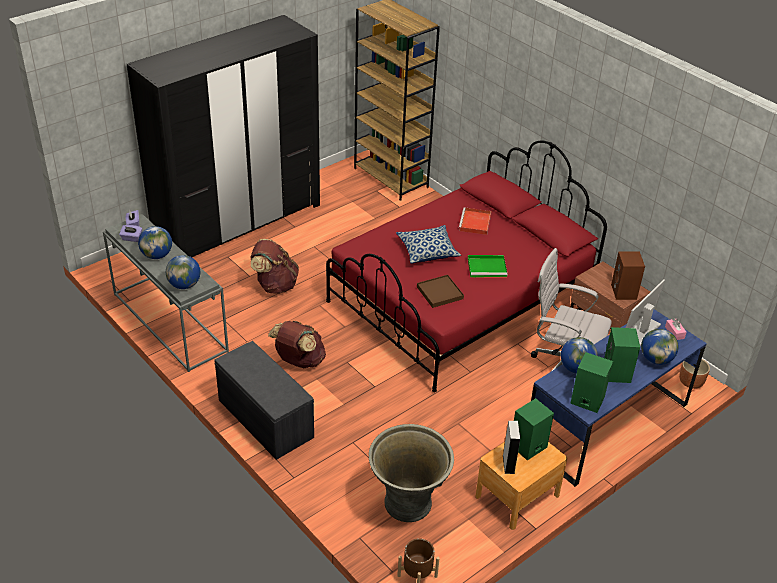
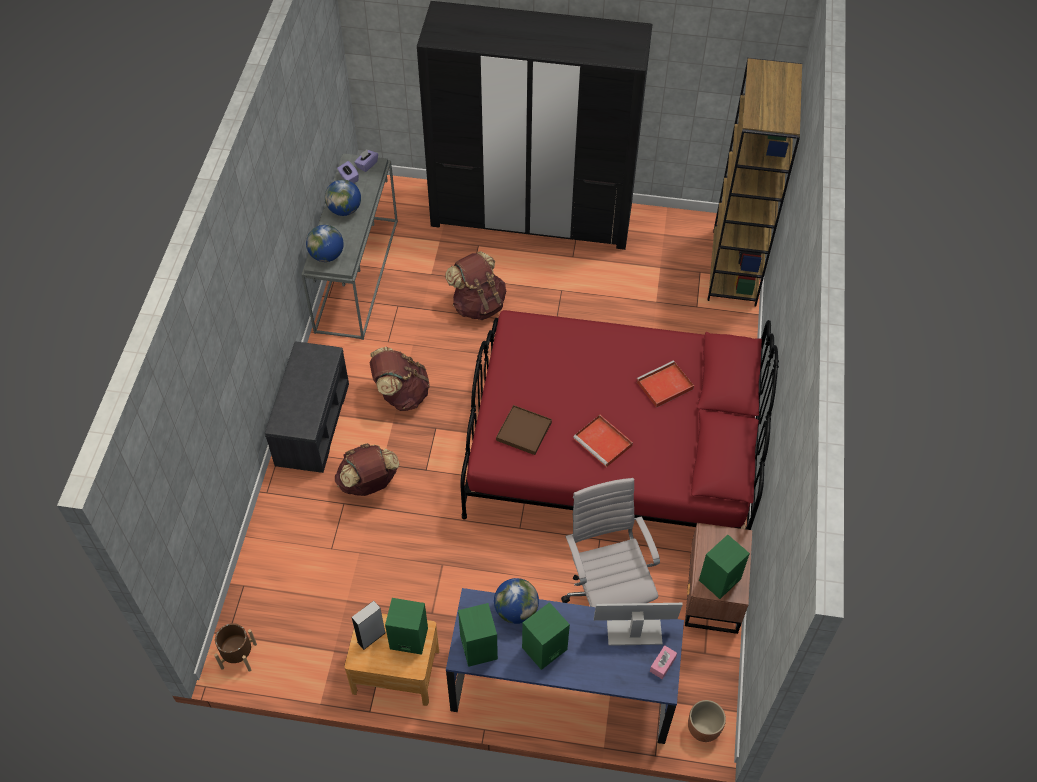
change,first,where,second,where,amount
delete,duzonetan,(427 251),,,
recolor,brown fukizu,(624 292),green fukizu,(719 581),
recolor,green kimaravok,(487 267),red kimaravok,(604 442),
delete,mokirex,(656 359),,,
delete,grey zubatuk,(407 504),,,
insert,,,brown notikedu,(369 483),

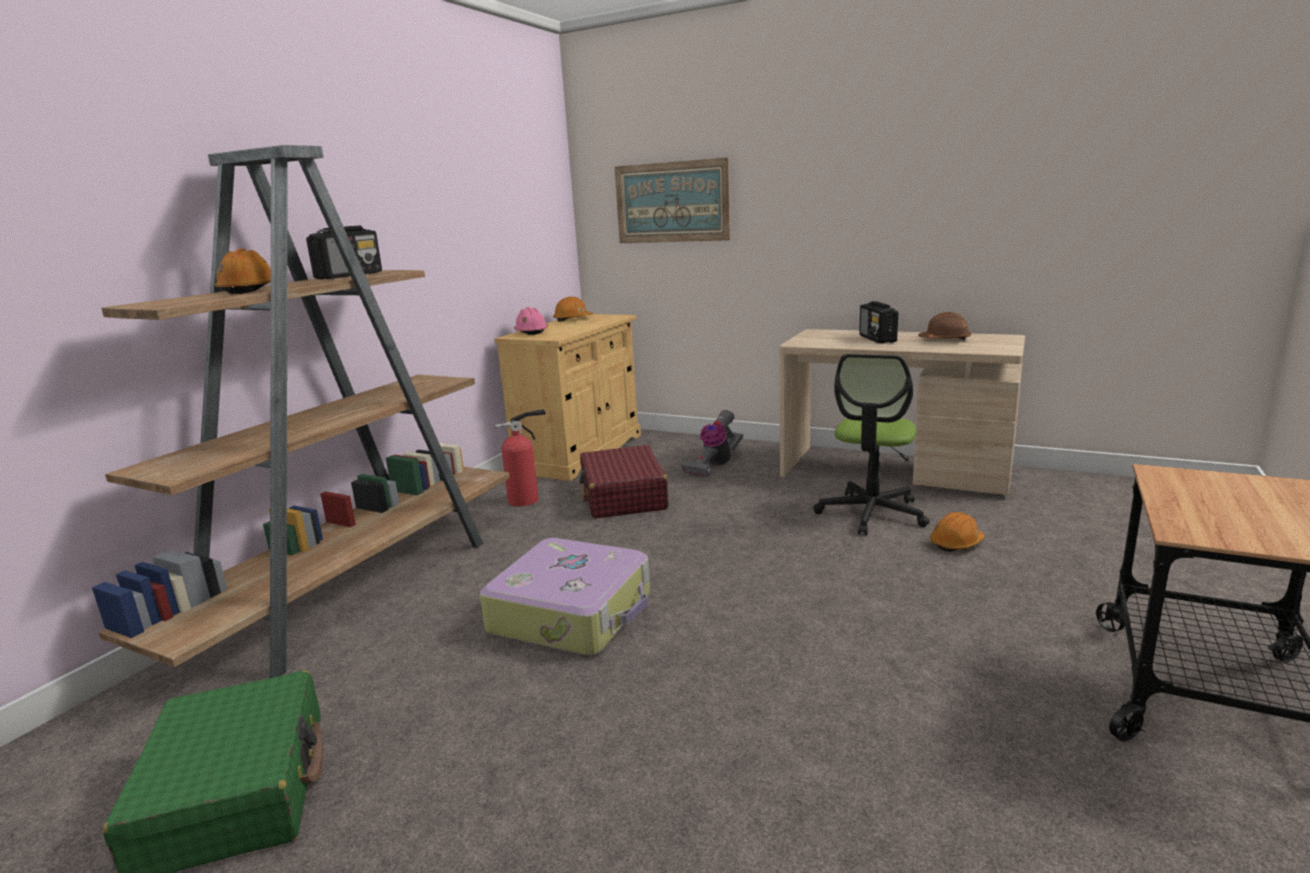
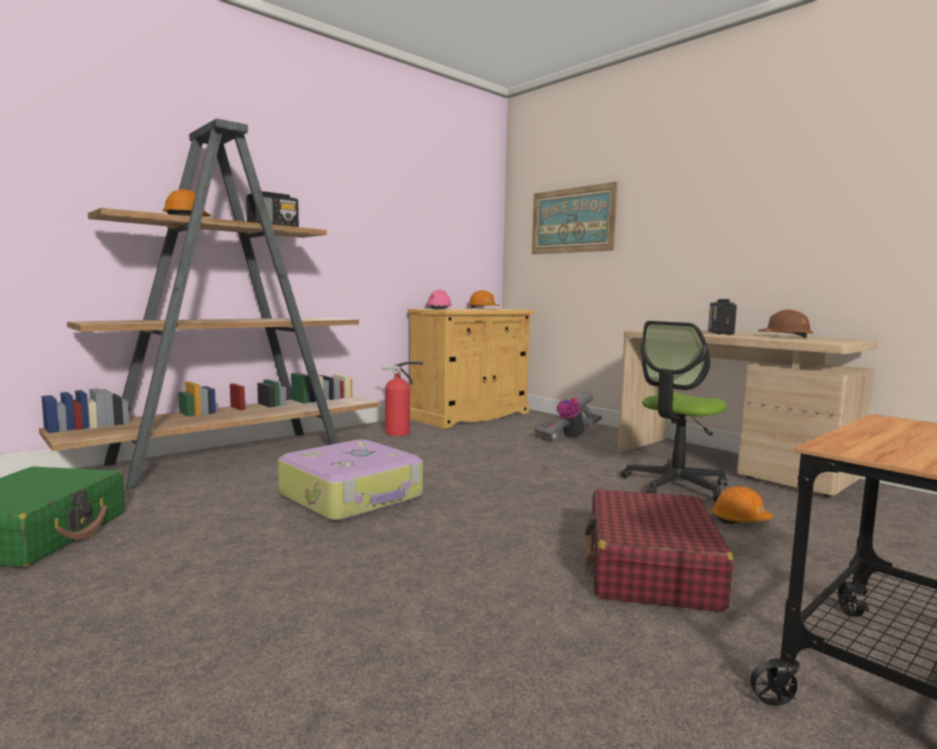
change,first,where,second,where,amount
move,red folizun,(623 496),,(650 569),

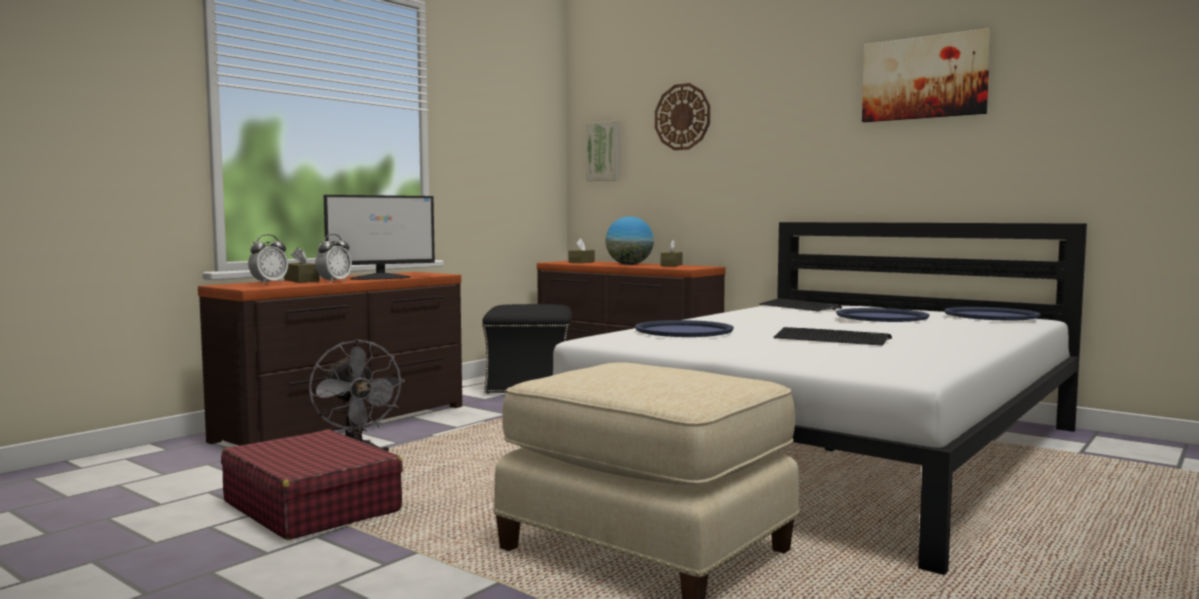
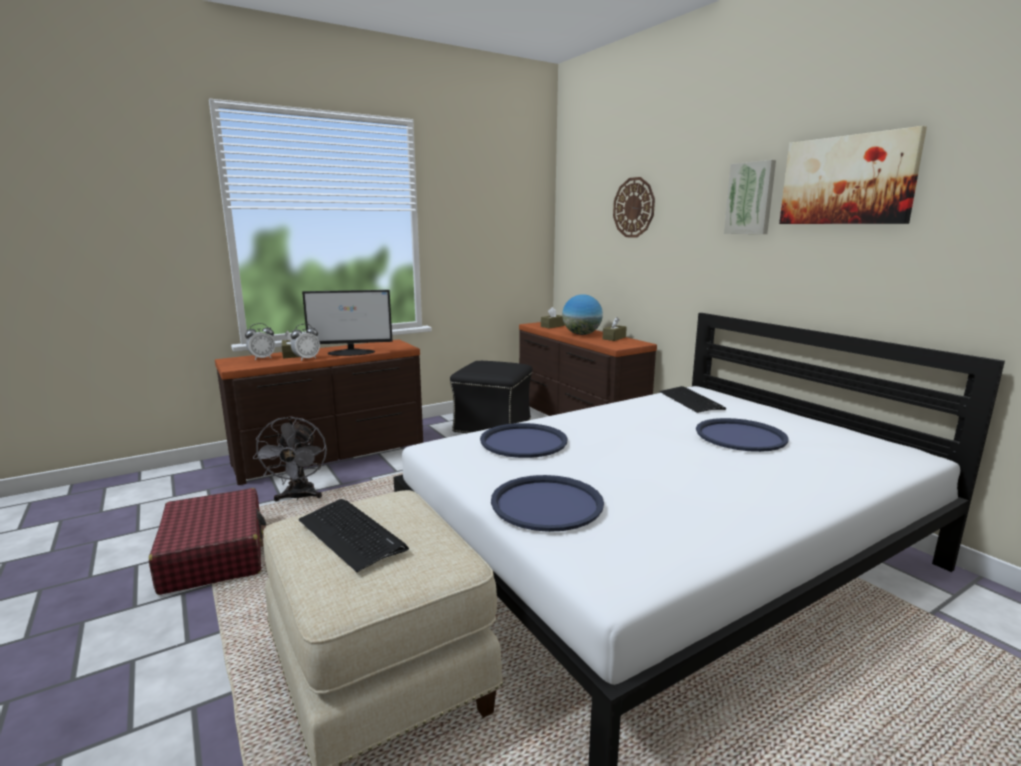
change,first,where,second,where,amount
move,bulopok,(604 151),,(750 198),
move,blue kimaravok,(991 315),,(547 504),
move,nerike,(831 339),,(351 534),

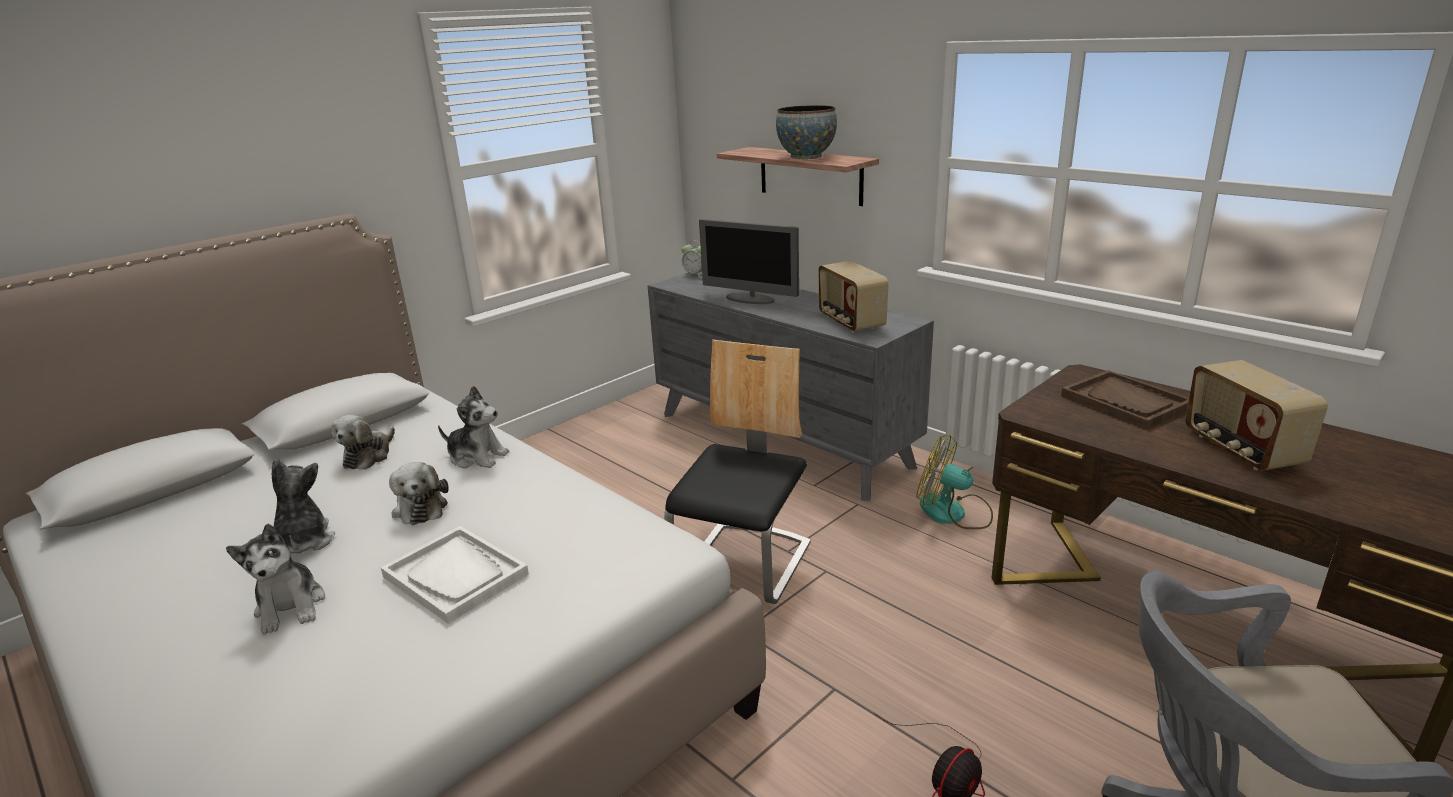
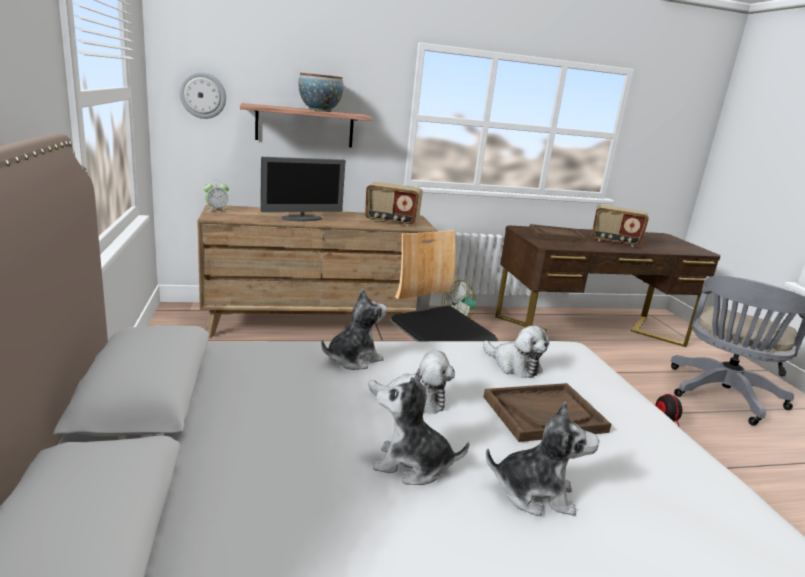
change,first,where,second,where,amount
recolor,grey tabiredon,(782 439),brown tabiredon,(316 324),
move,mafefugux,(369 455),,(514 365),
recolor,white kimaravok,(456 575),brown kimaravok,(544 414),
insert,,,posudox,(203 95),

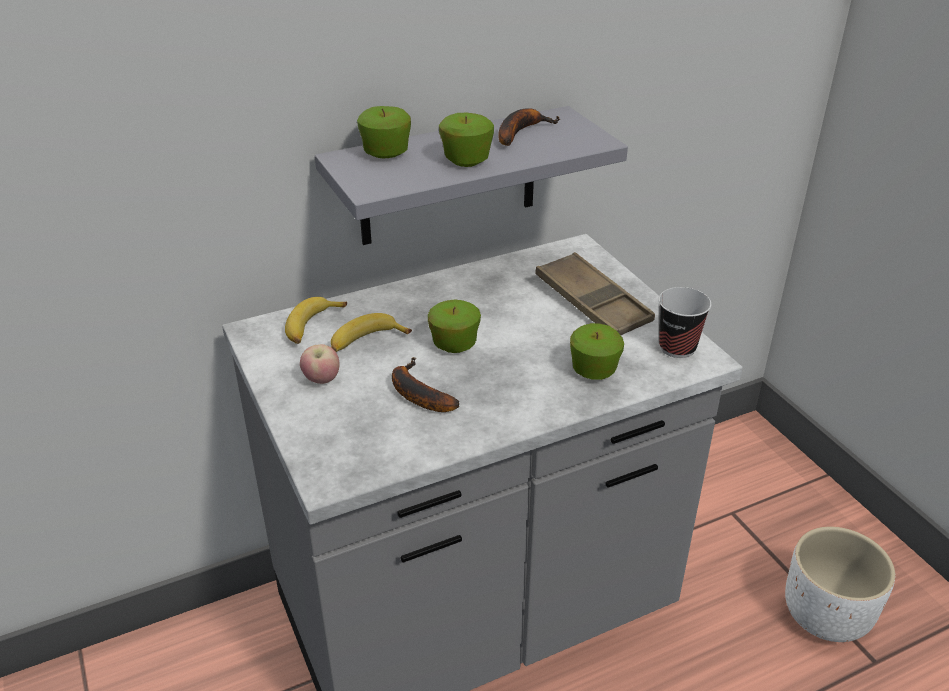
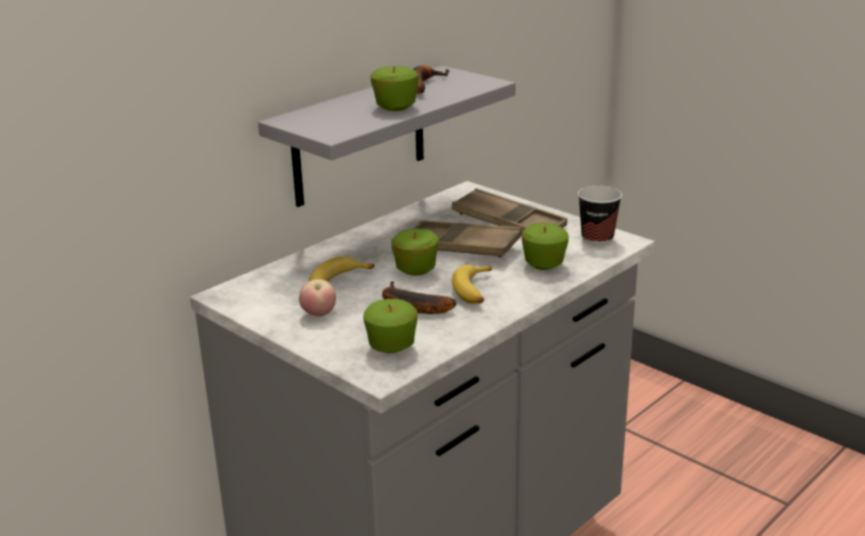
change,first,where,second,where,amount
move,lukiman,(386 153),,(391 346),
move,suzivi,(312 327),,(475 291),
delete,white zubatuk,(826 615),,,
insert,,,brown kimaravok,(460 247),

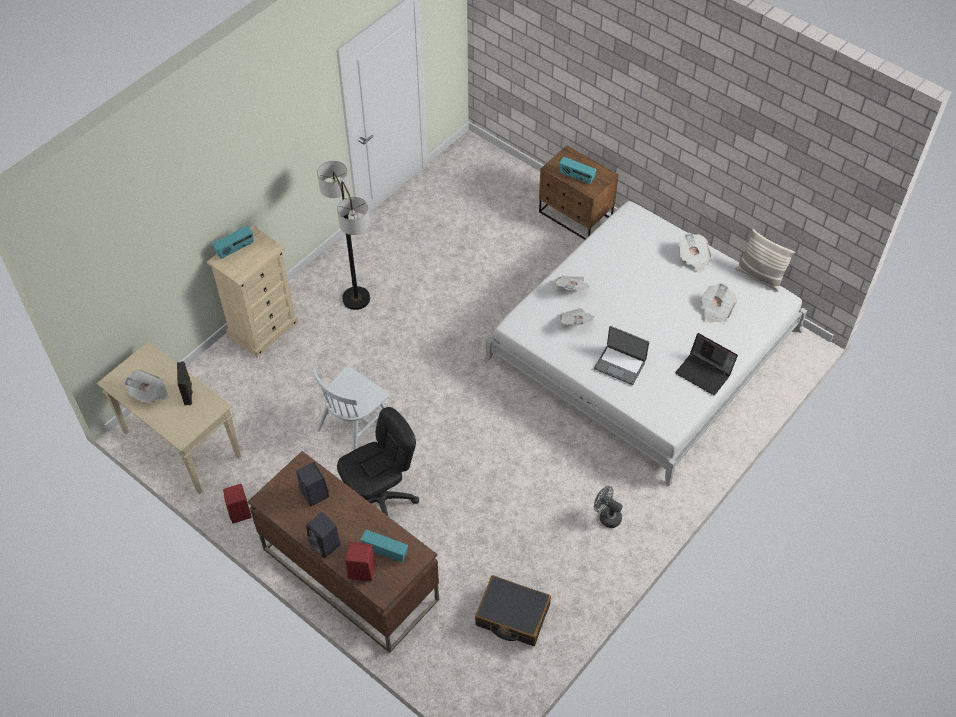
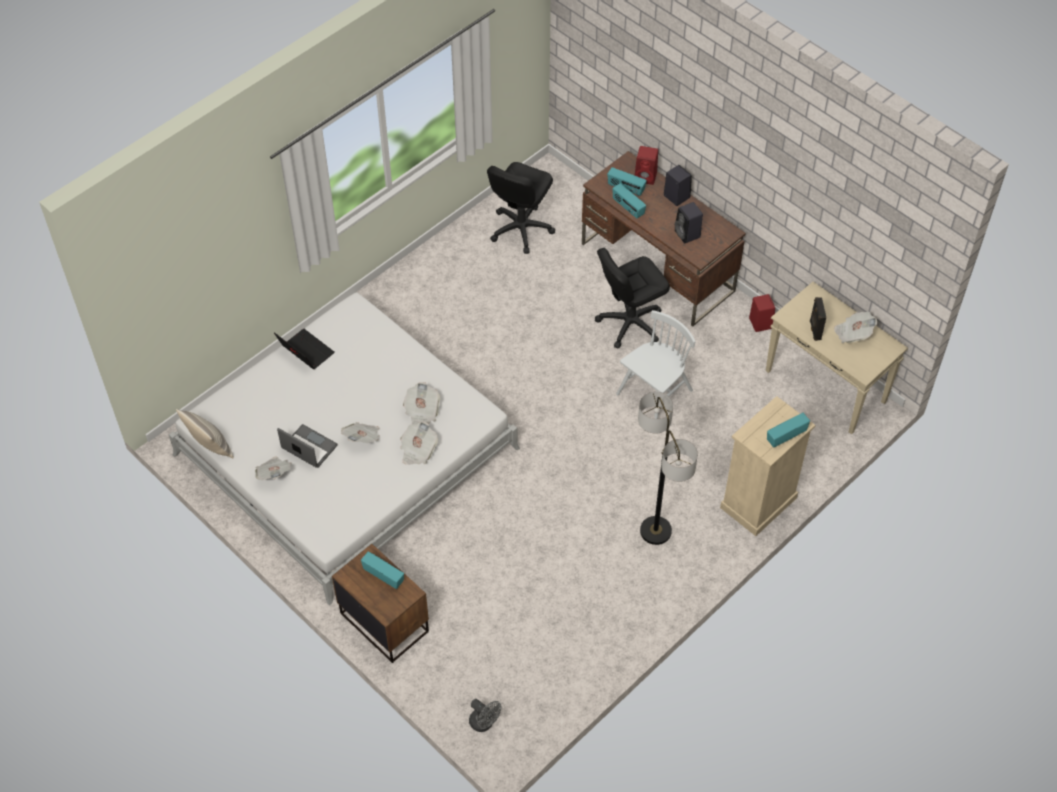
change,first,where,second,where,amount
move,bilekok,(715 310),,(363 438),
move,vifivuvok,(620 364),,(308 448),
move,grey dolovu,(607 516),,(484 723),
replace,black folizun,(512 615),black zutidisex,(521 229),
insert,,,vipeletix,(628 208),

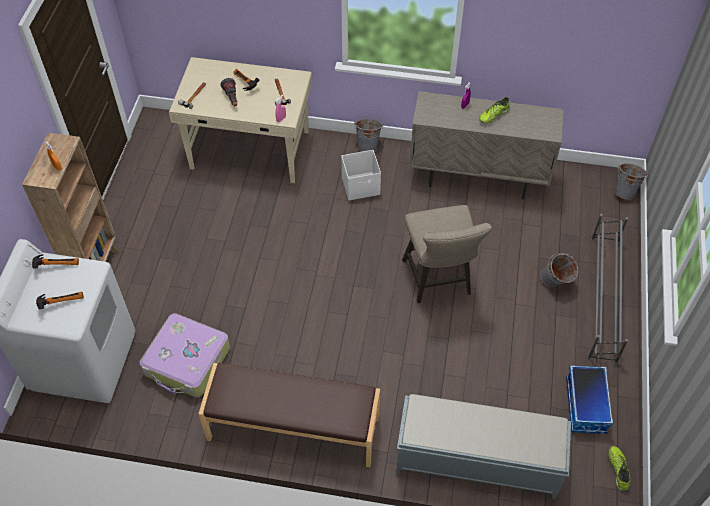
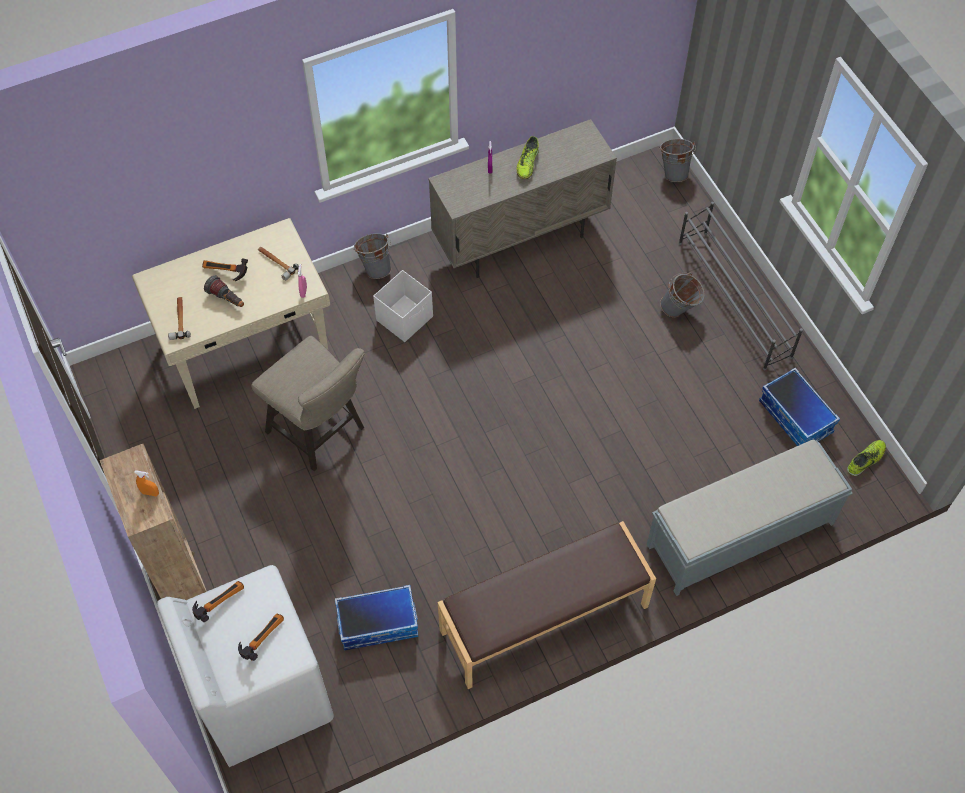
change,first,where,second,where,amount
move,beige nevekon,(438 281),,(321 433),
replace,folizun,(187 362),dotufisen,(378 623),
rotate,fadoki,(618 469),,(866 460),90 degrees clockwise

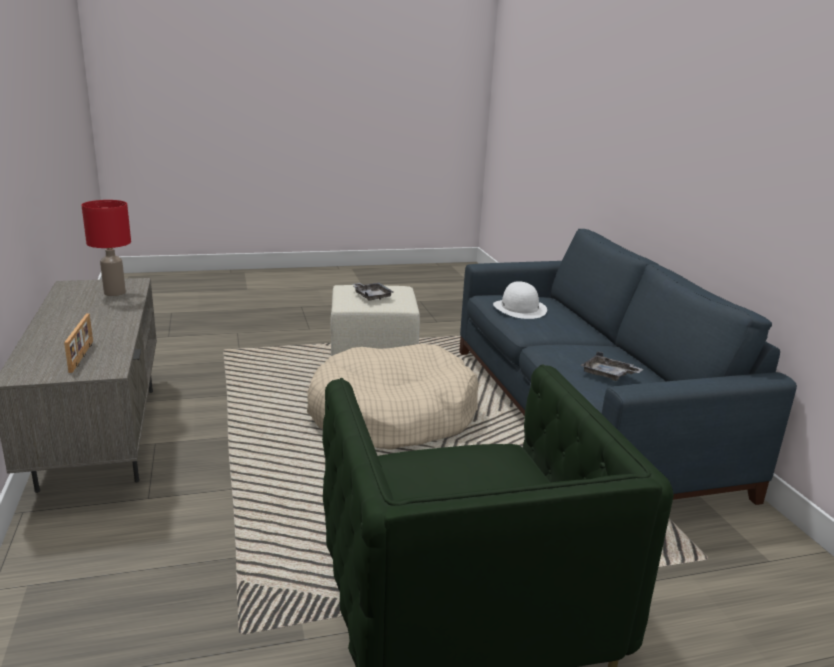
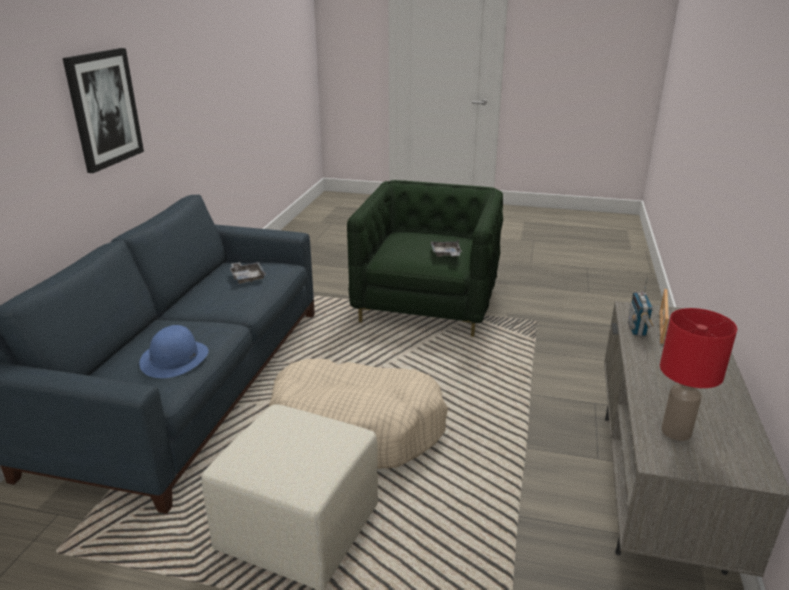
change,first,where,second,where,amount
recolor,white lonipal,(520 308),blue lonipal,(174 358),
move,grey kimaravok,(372 296),,(446 254),
insert,,,bulopok,(104 109),
insert,,,vipeletix,(637 330),

